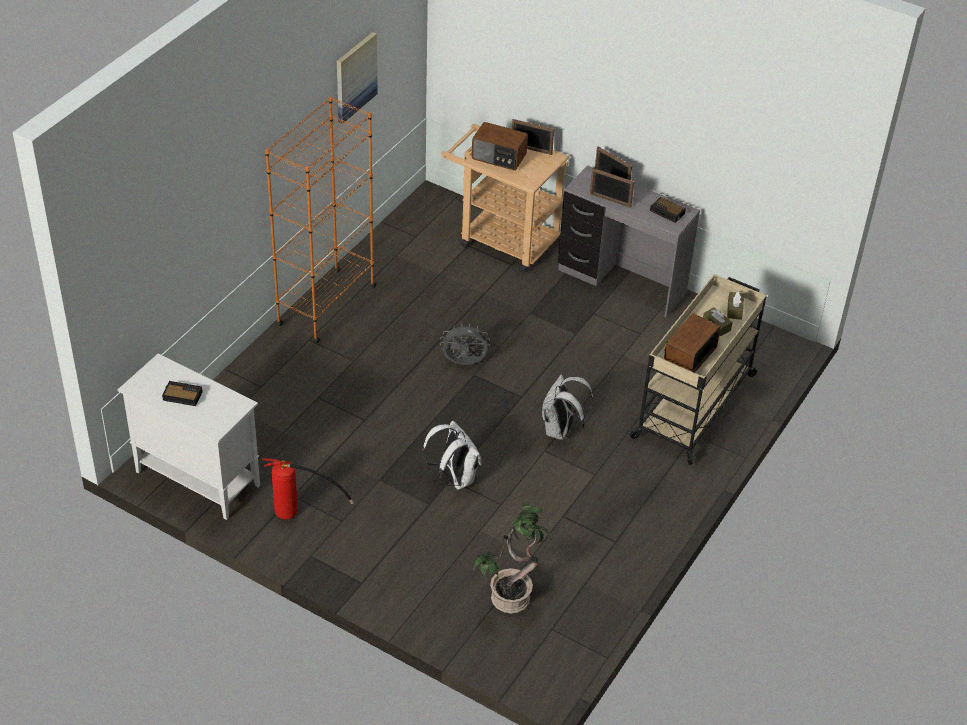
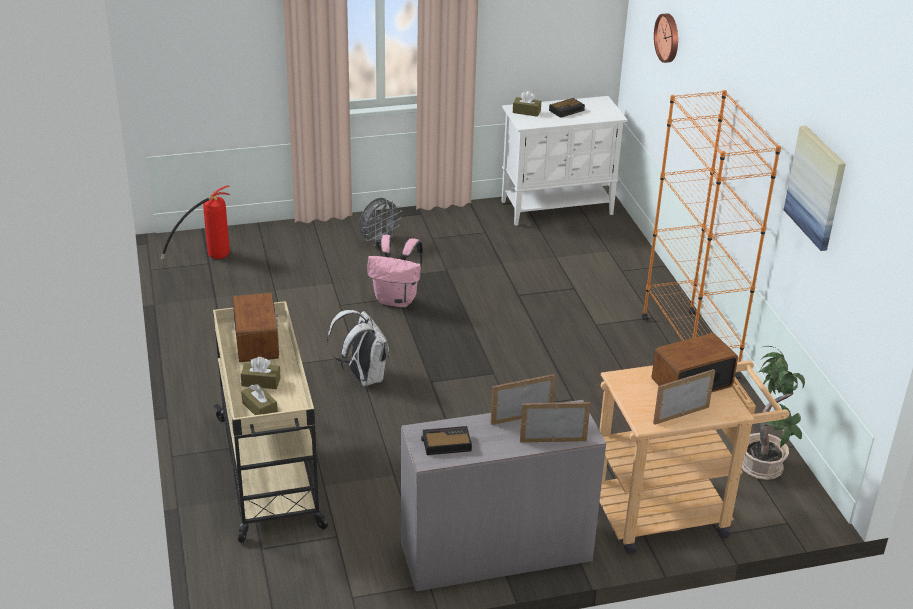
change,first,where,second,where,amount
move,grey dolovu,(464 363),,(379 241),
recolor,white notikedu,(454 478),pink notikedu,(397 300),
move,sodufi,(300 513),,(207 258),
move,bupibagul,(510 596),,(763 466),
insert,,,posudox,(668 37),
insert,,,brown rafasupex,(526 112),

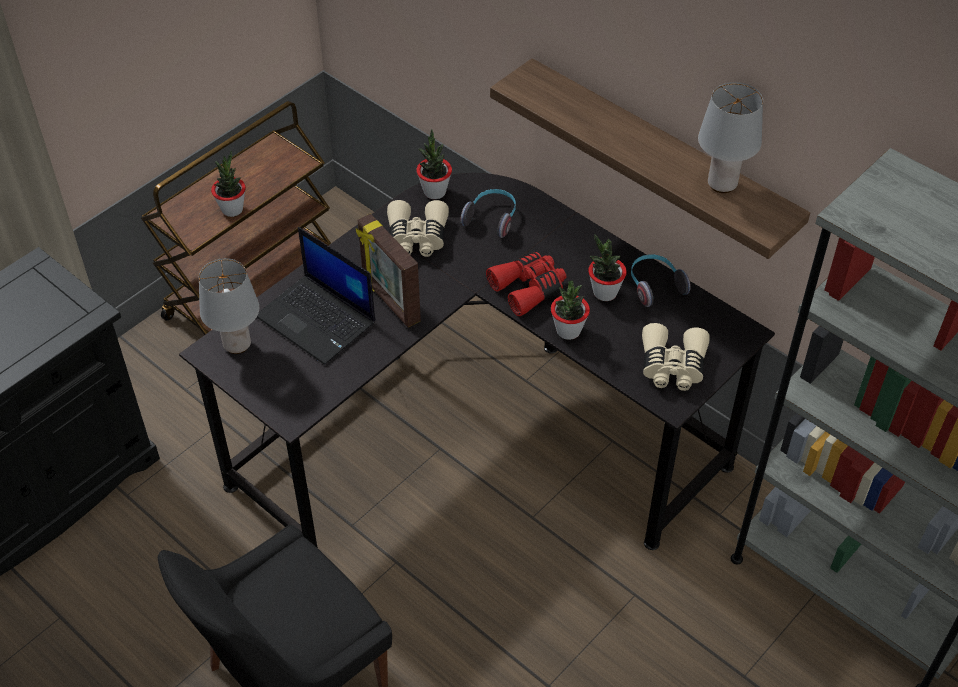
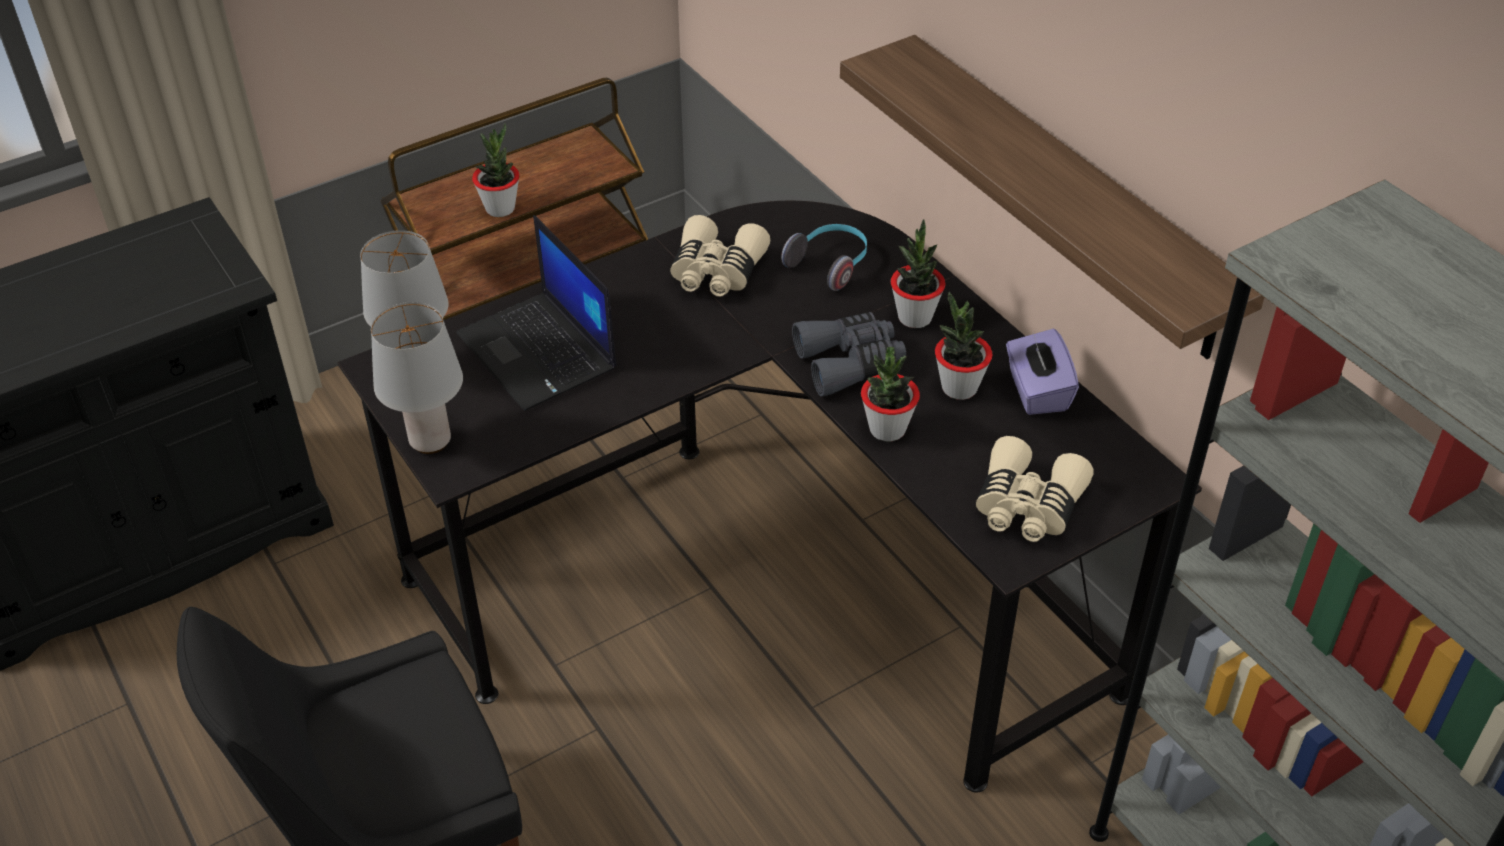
change,first,where,second,where,amount
move,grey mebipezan,(721 185),,(429 442),
move,bupibagul,(434 191),,(914 317),
delete,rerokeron,(390 301),,,
recolor,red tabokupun,(529 288),grey tabokupun,(850 363),
replace,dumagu,(654 286),purple rafasupex,(1037 391),

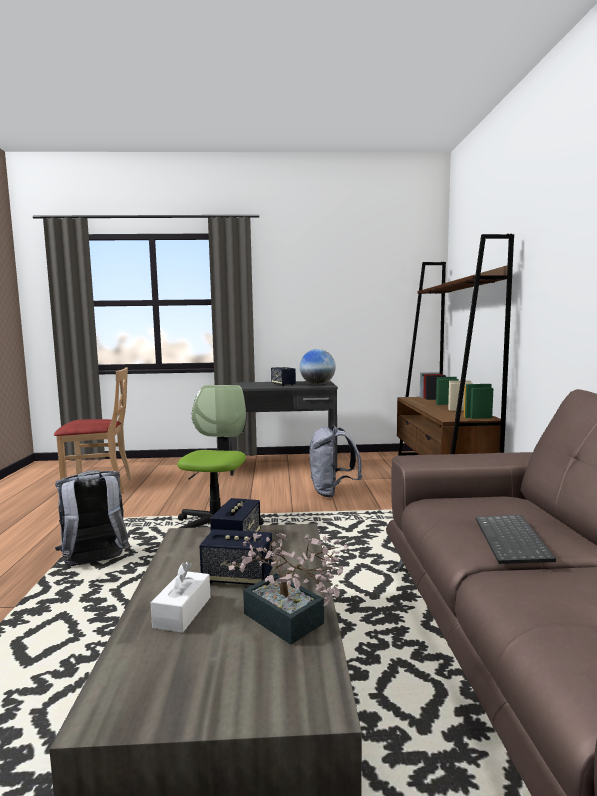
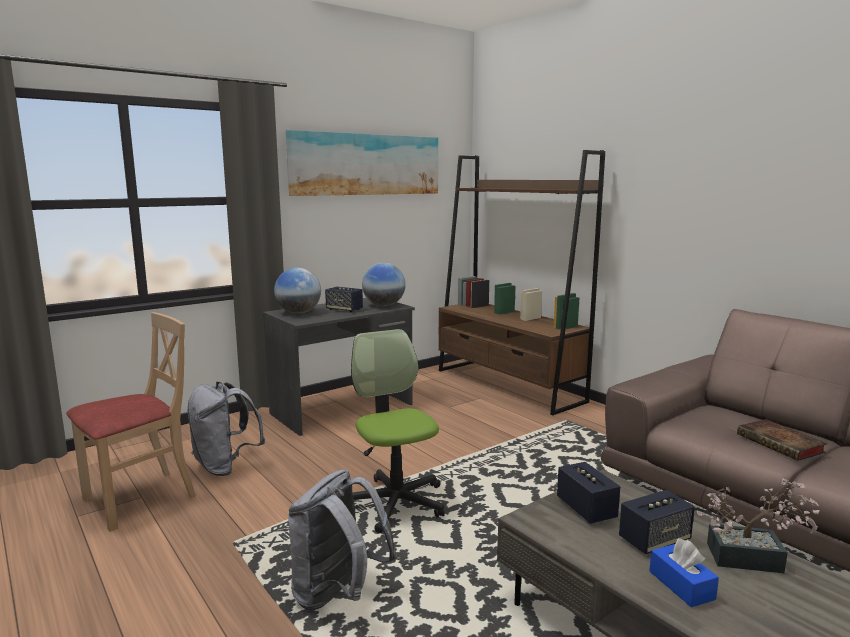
change,first,where,second,where,amount
move,grey notikedu,(332 492),,(225 466),
replace,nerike,(513 541),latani,(782 444),
recolor,white rafasupex,(182 612),blue rafasupex,(681 585),
insert,,,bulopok,(366 164),
insert,,,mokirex,(299 313),

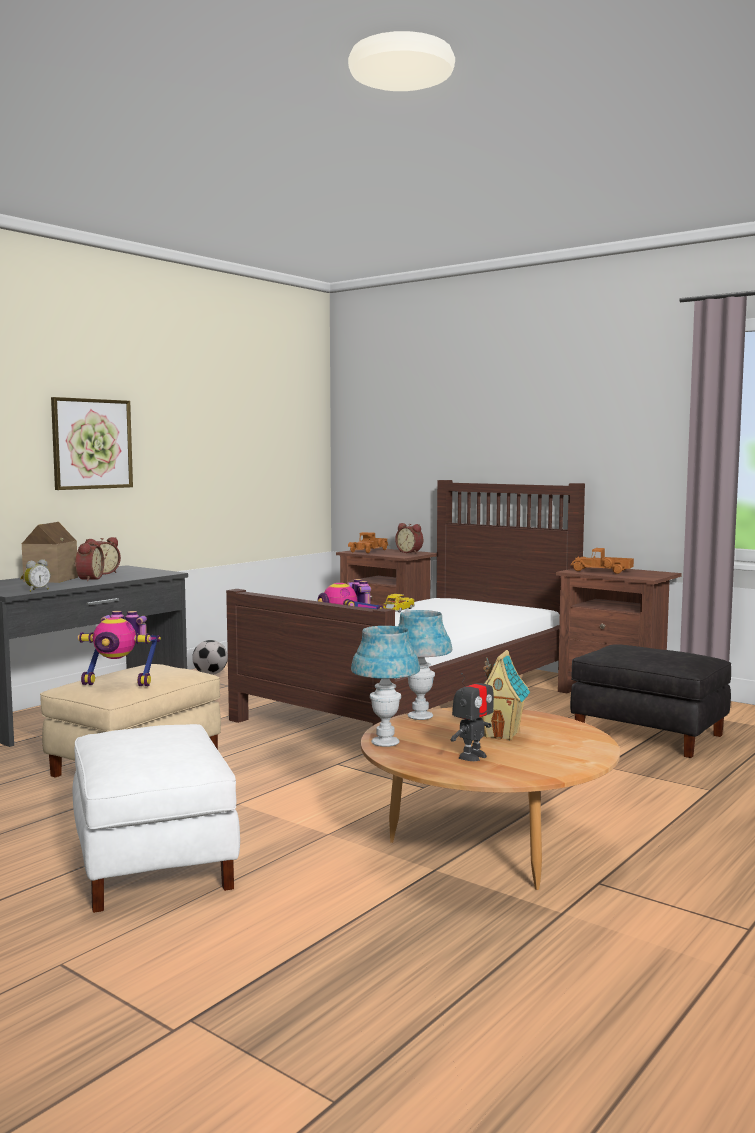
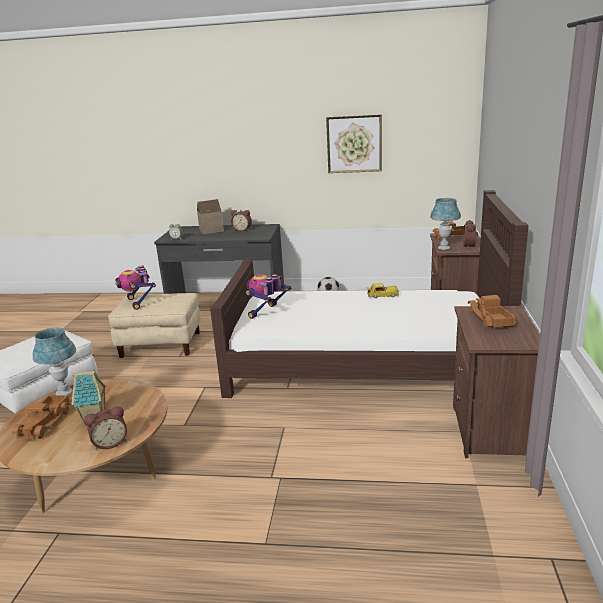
change,first,where,second,where,amount
move,bulopok,(92 444),,(354 144),
move,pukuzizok,(88 579),,(110 442),
move,blue mebipezan,(420 716),,(444 248),
delete,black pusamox,(647 735),,,
replace,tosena,(472 756),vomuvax,(45 423),

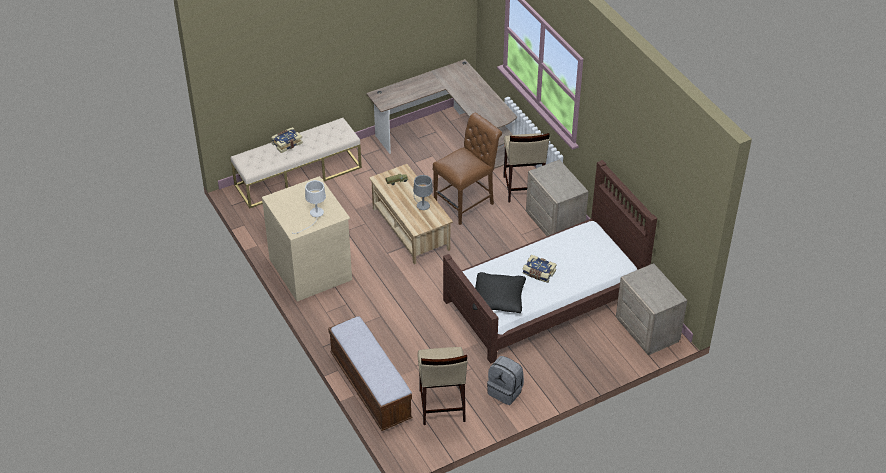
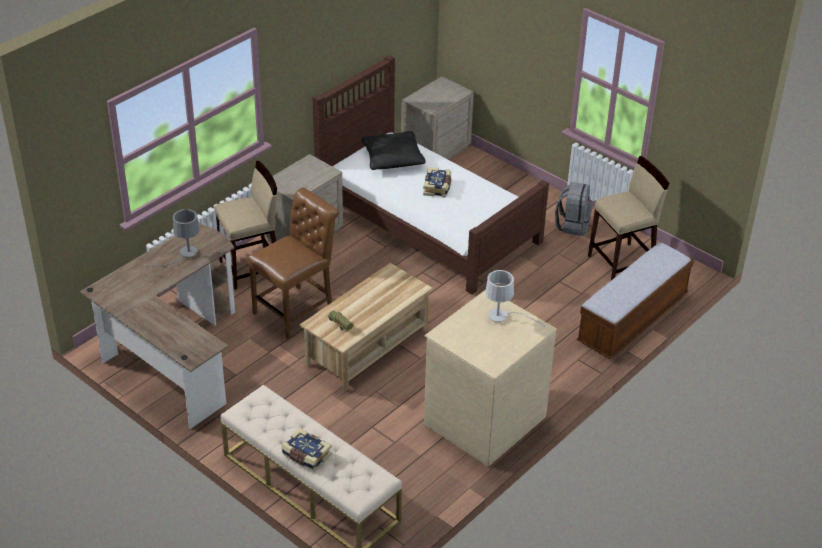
change,first,where,second,where,amount
rotate,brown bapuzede,(466 202),,(297 310),105 degrees clockwise
move,grey mebipezan,(421 204),,(184 256),
move,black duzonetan,(499 299),,(392 159),

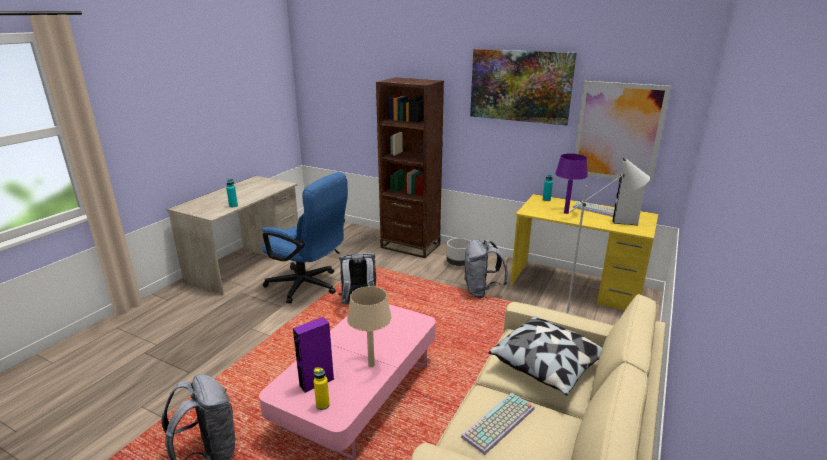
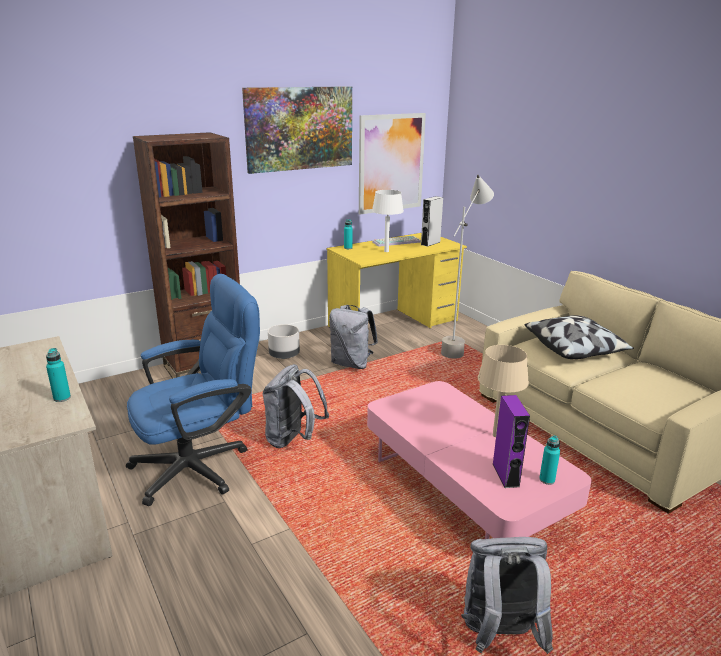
change,first,where,second,where,amount
recolor,purple mebipezan,(566 213),white mebipezan,(386 251),
recolor,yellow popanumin,(322 405),turquoise popanumin,(547 480),
delete,nerike,(499 424),,,

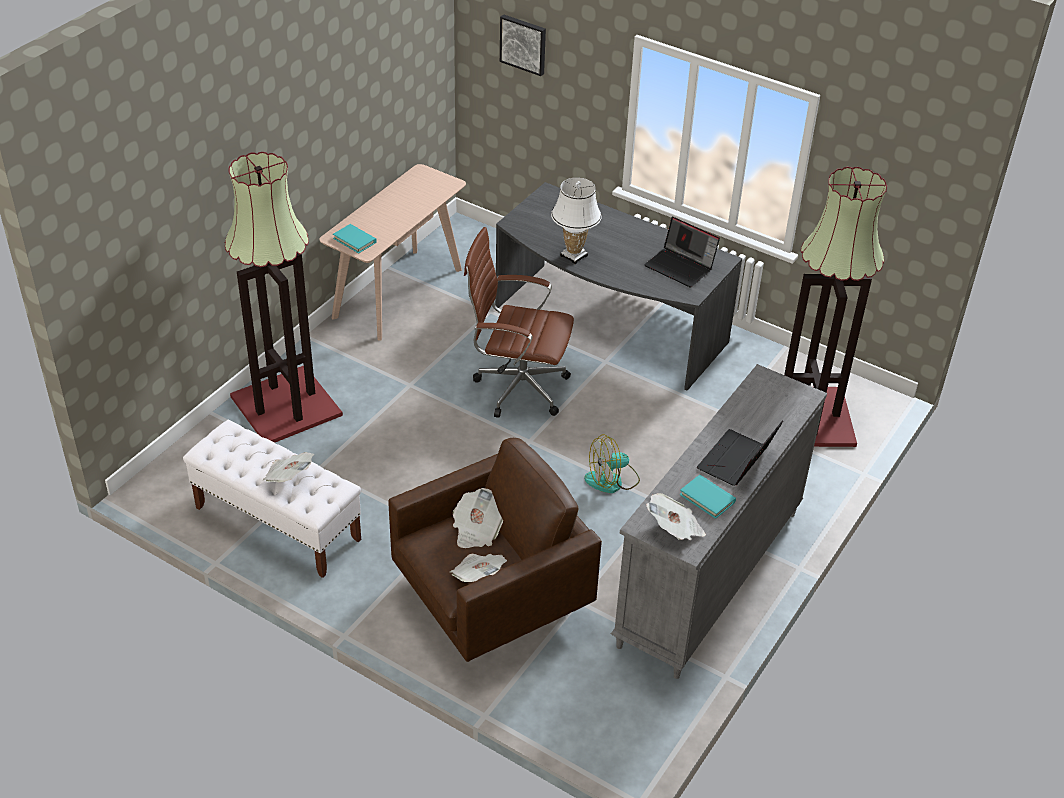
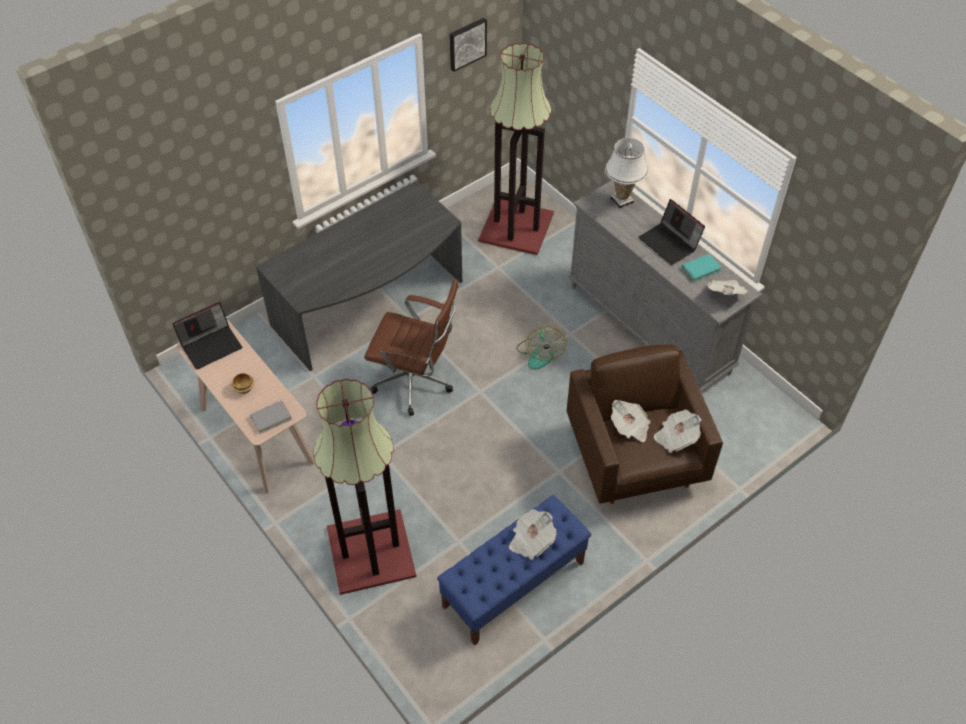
change,first,where,second,where,amount
move,bulopok,(523 44),,(467 43),
move,white mebipezan,(573 256),,(622 200),
move,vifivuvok,(681 267),,(211 345),
recolor,turquoise latani,(355 240),grey latani,(271 418),
rotate,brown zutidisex,(517 388),,(416 383),105 degrees counterclockwise
recolor,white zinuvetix,(277 523),blue zinuvetix,(513 585),
insert,,,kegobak,(244 388),

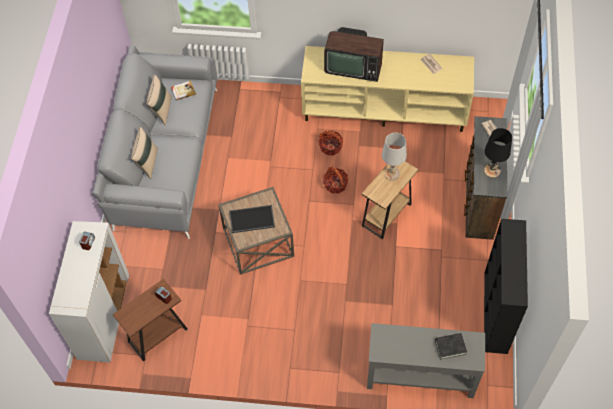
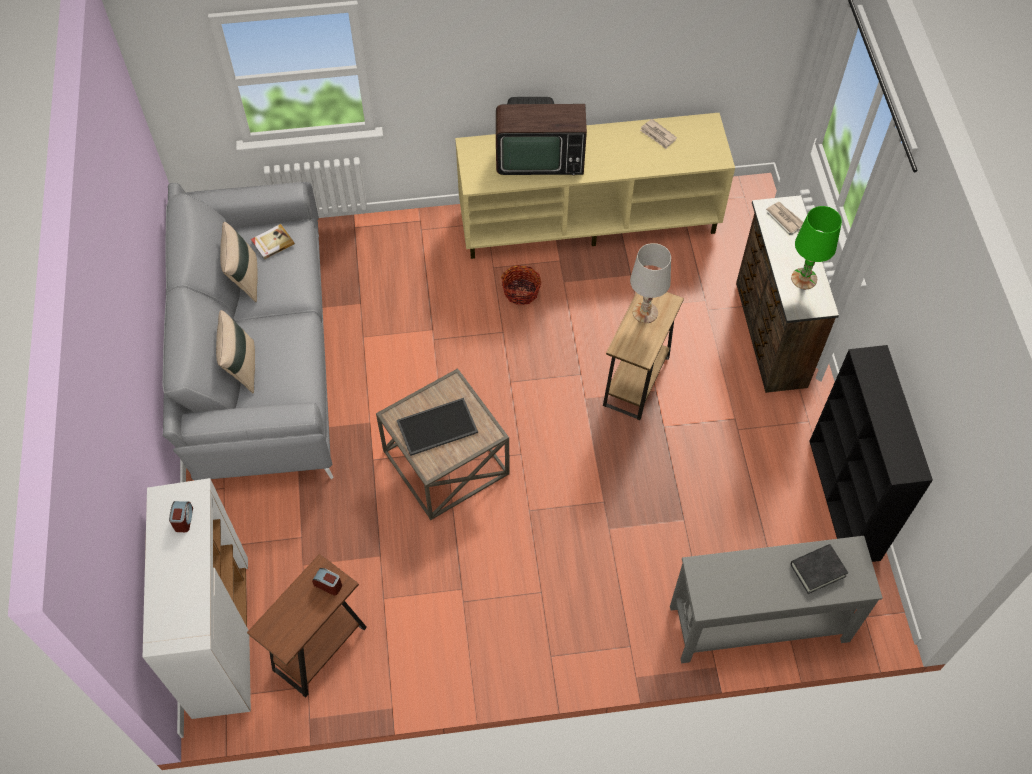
change,first,where,second,where,amount
recolor,black mebipezan,(492 170),green mebipezan,(804 278),
delete,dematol,(335 184),,,

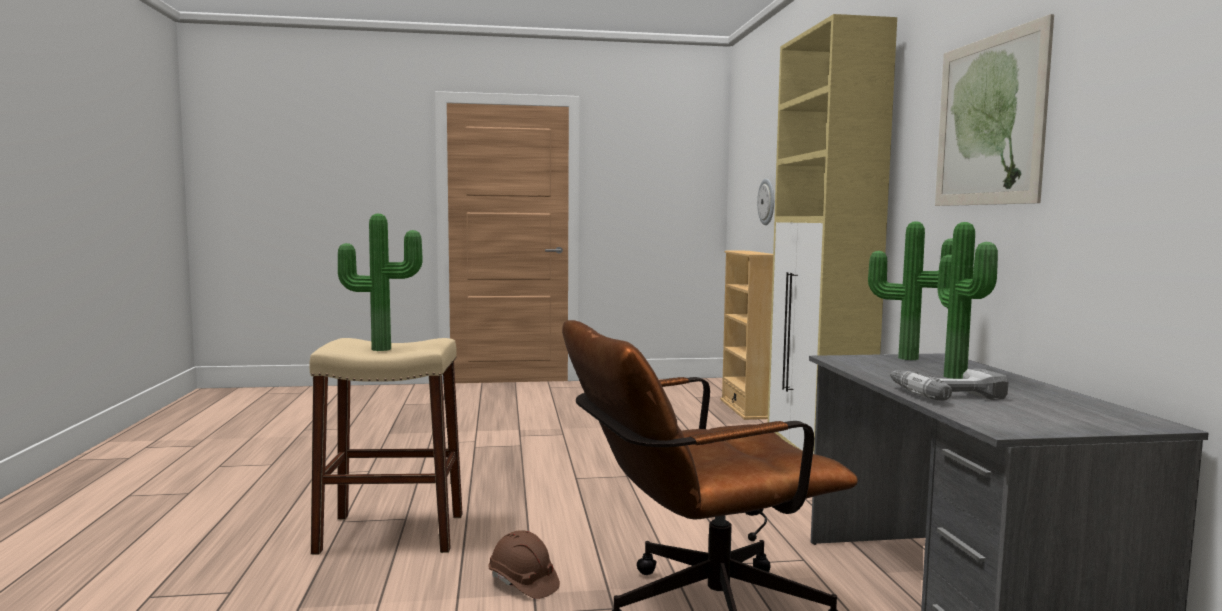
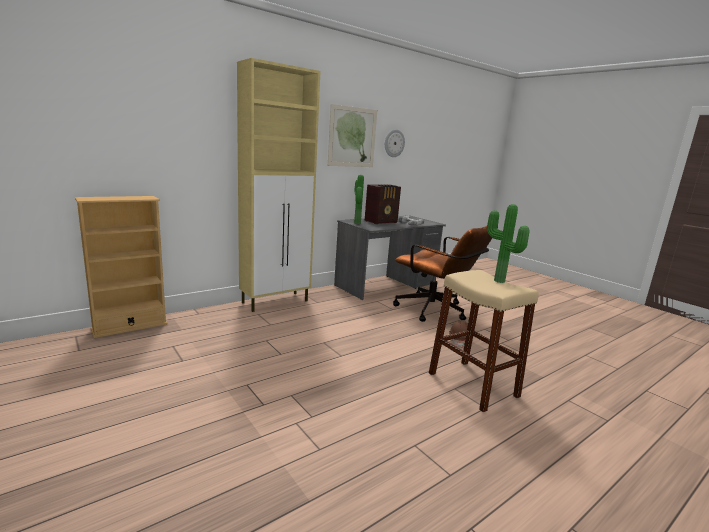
change,first,where,second,where,amount
move,posudox,(767 202),,(394 143),
replace,bupibagul,(959 377),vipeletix,(381 222),

